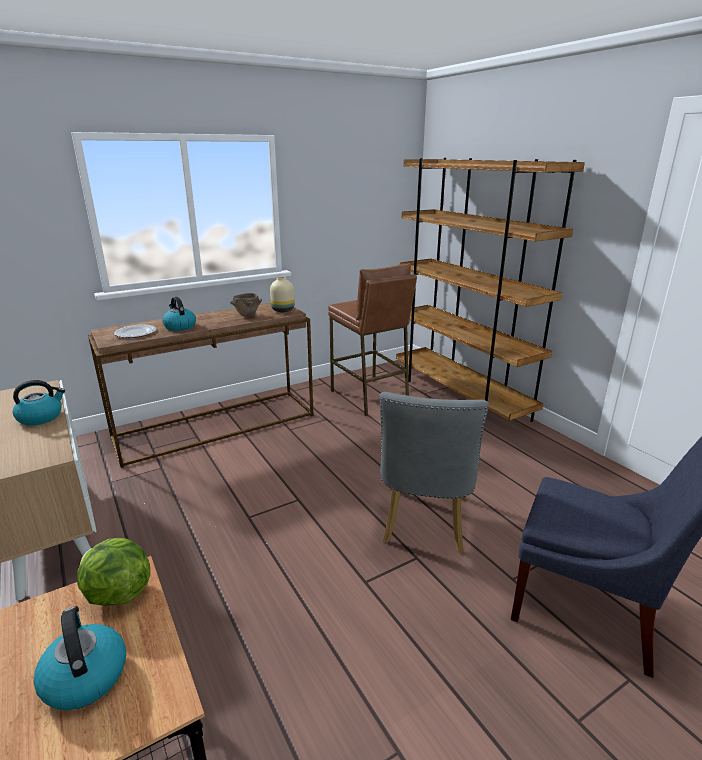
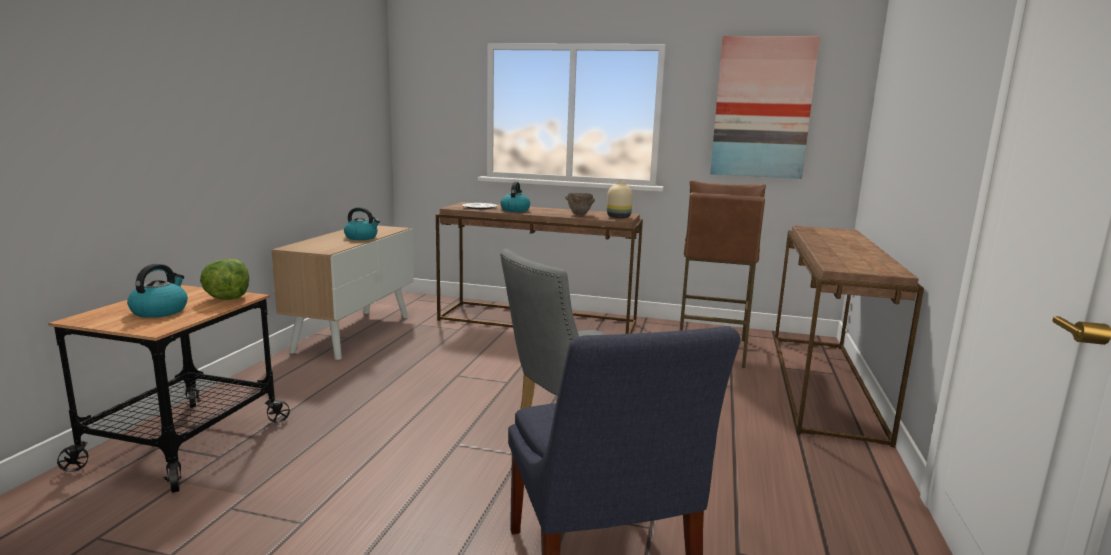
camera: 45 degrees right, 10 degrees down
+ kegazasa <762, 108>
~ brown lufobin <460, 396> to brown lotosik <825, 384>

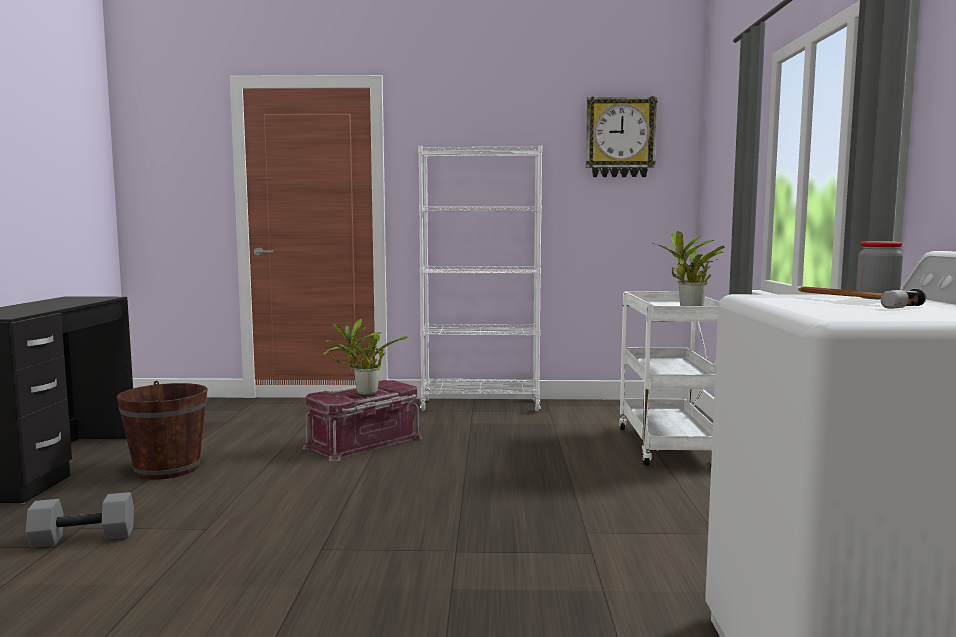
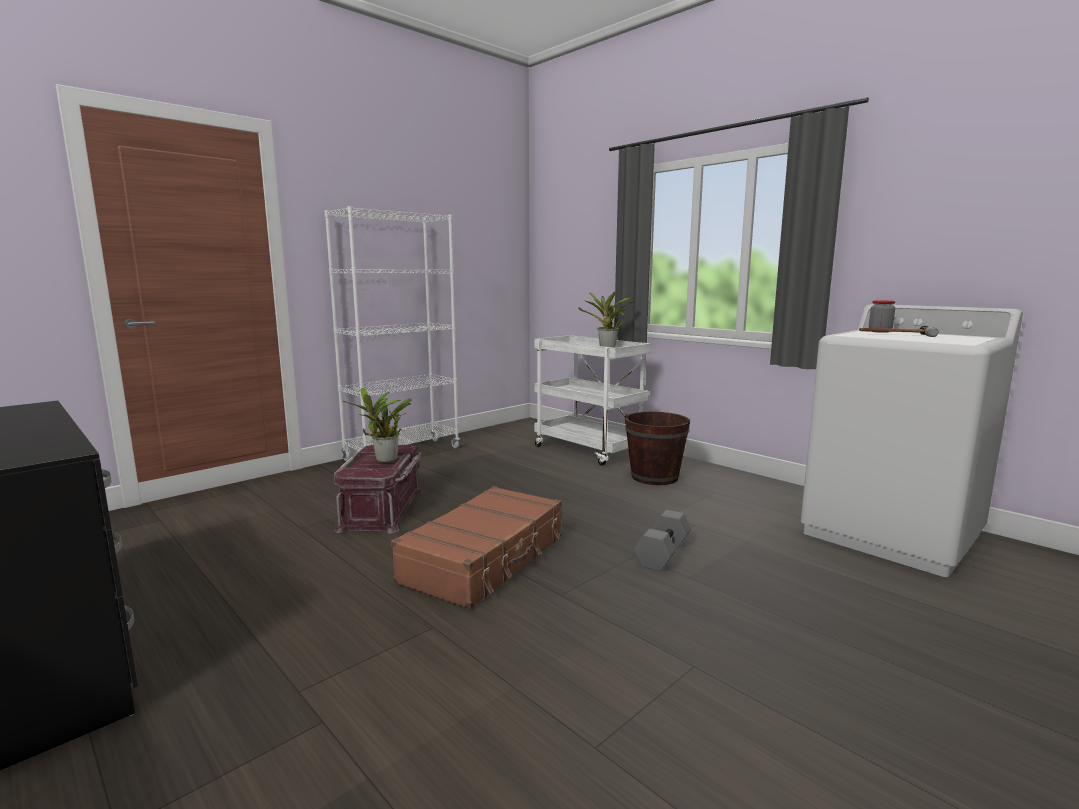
camera: 45 degrees left, 5 degrees up
- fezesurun <620, 138>
+ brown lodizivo <485, 559>
~ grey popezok <84, 537> to <662, 553>
~ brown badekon <167, 469> to <654, 477>

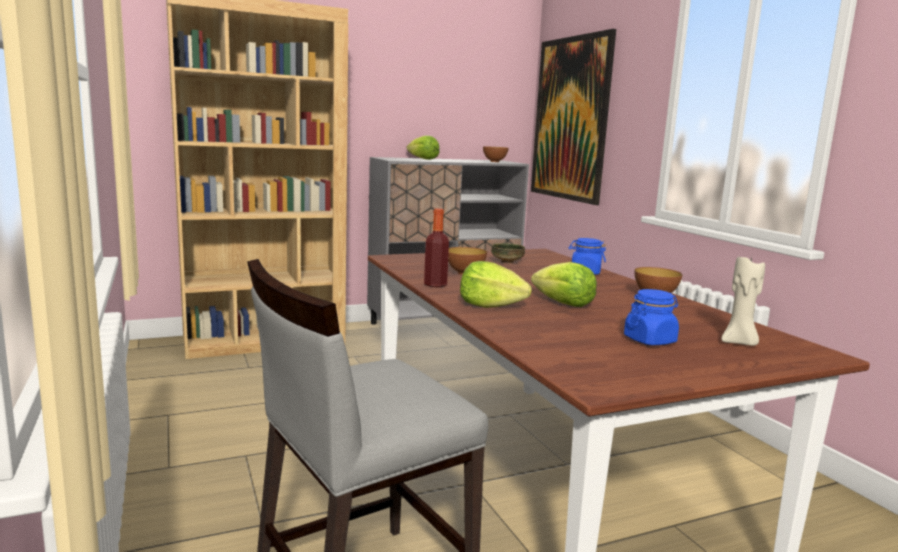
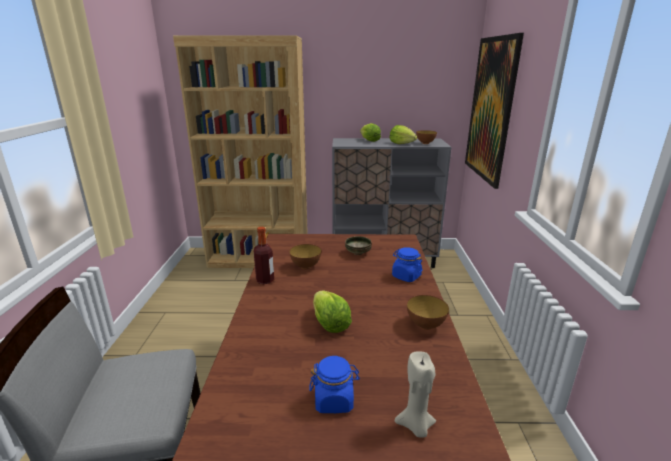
camera: 25 degrees right, 10 degrees up
~ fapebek <490, 305> to <401, 143>

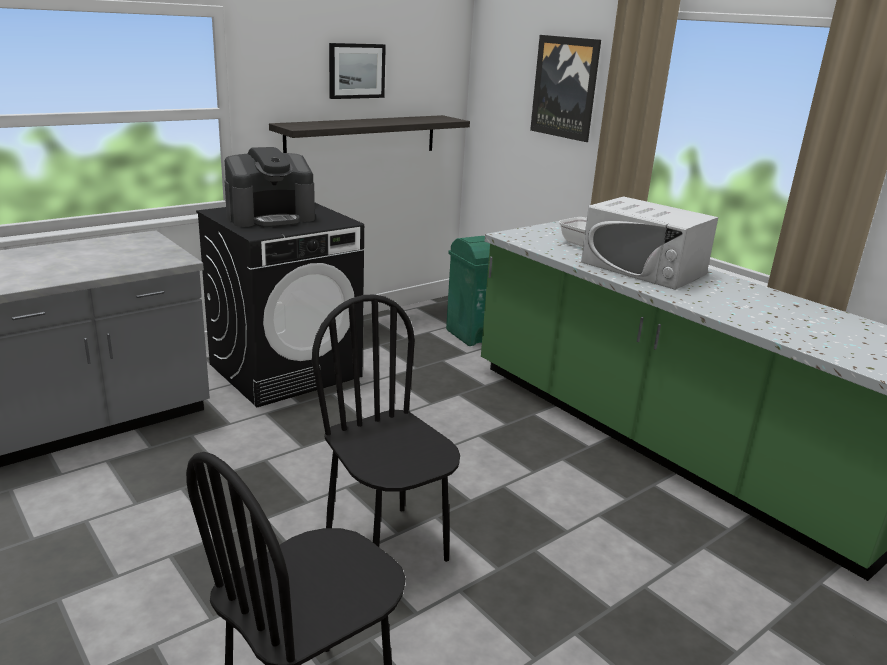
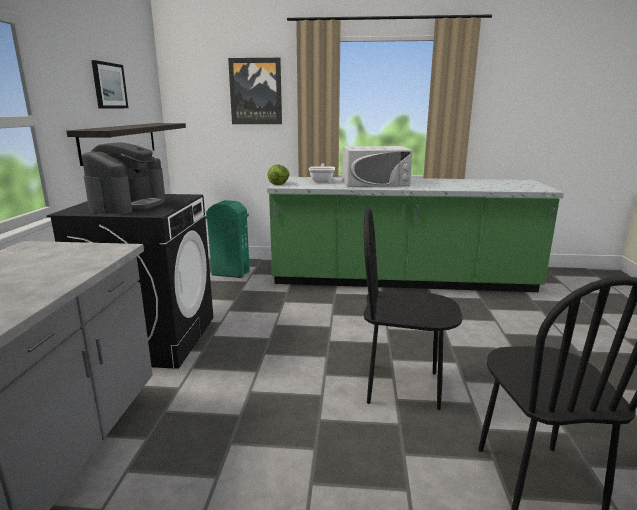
camera: 45 degrees left, 5 degrees down
+ fapebek <279, 184>

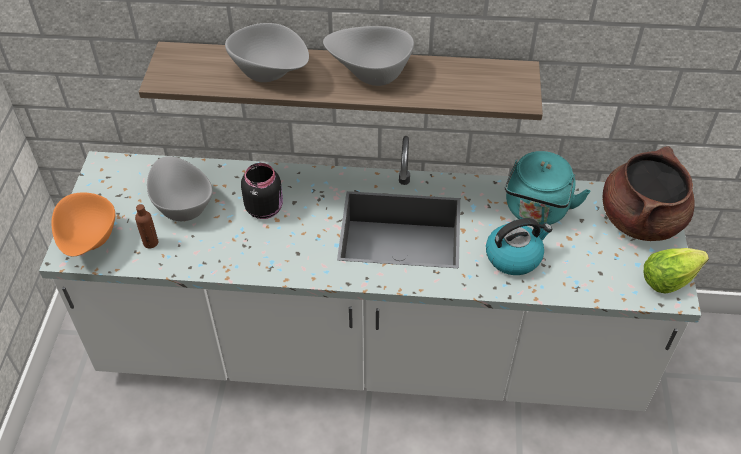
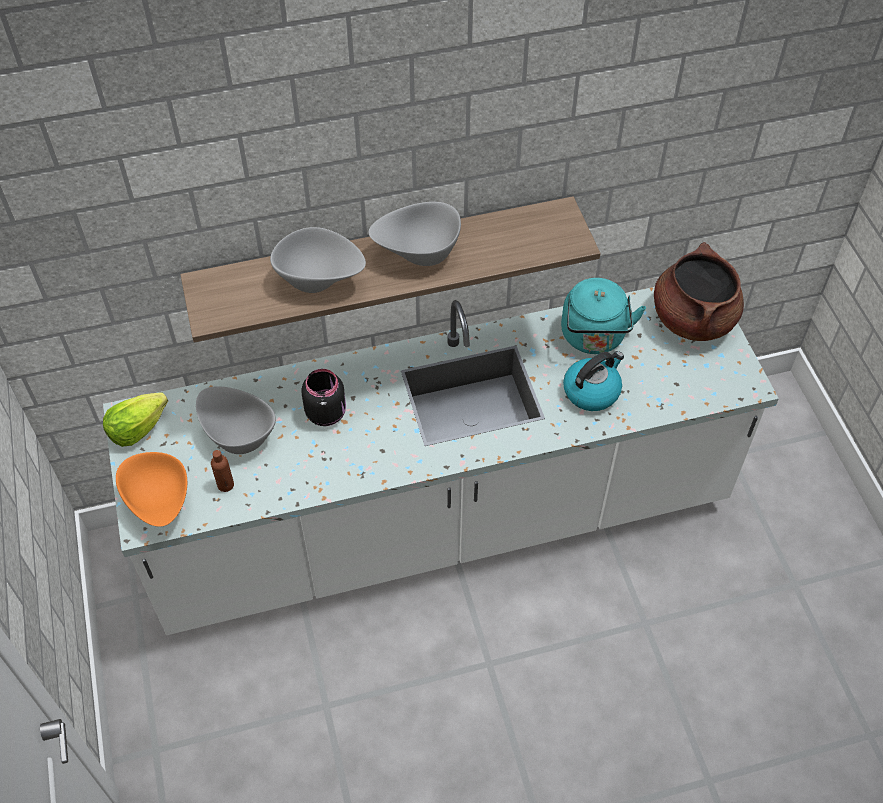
camera: 20 degrees left, 5 degrees up
~ fapebek <668, 279> to <137, 429>

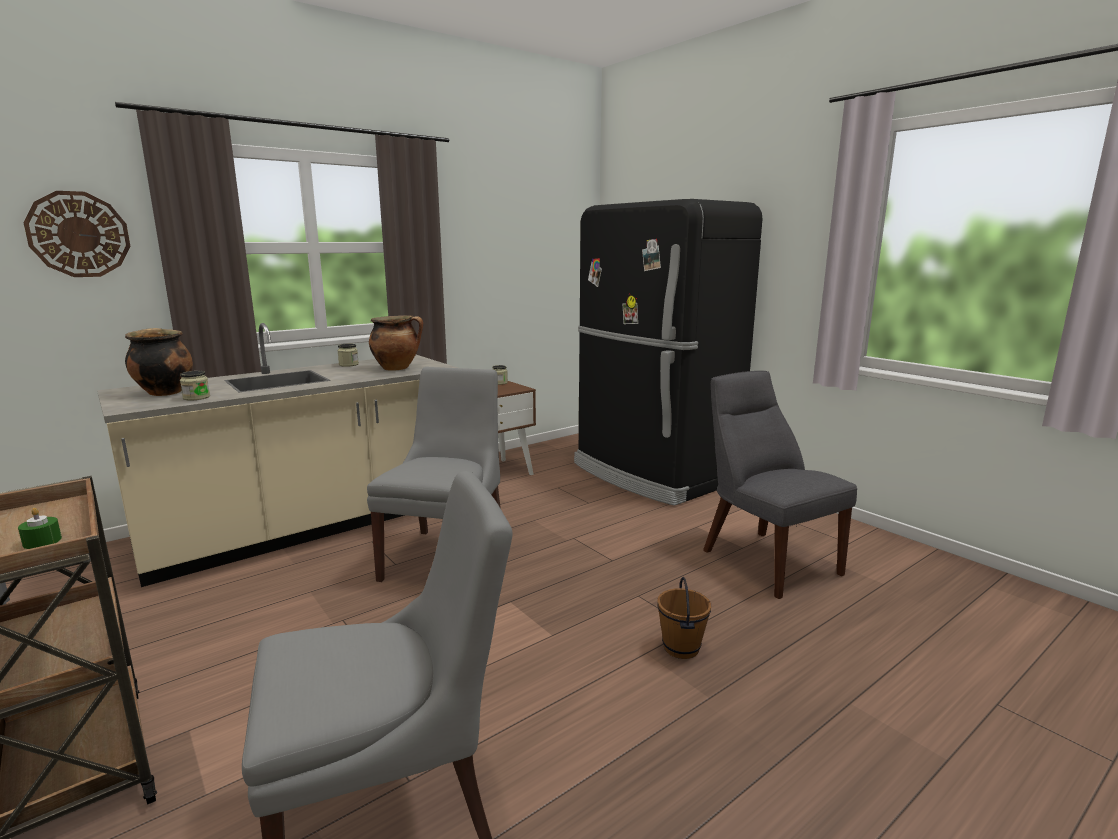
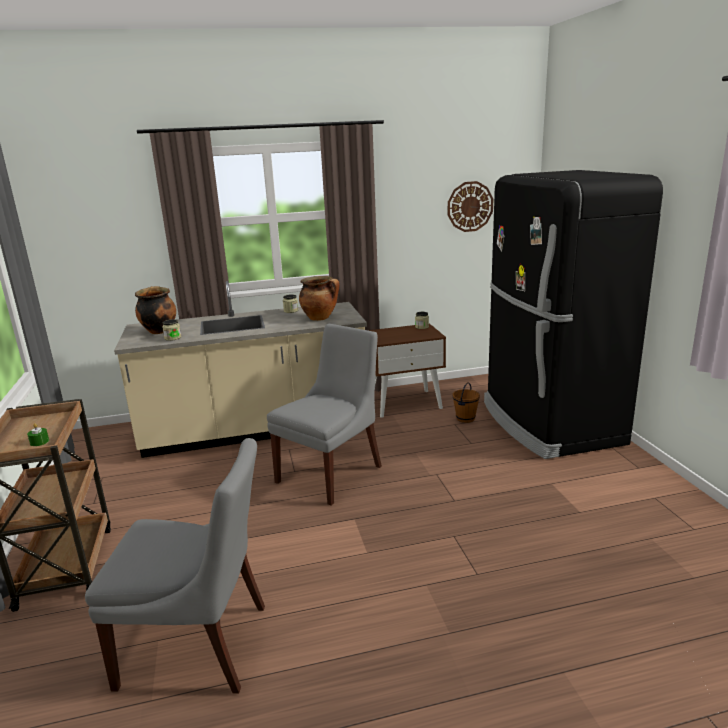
camera: 25 degrees right, 5 degrees up
- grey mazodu <765, 560>
~ fezesurun <79, 234> to <470, 206>
~ brown badekon <680, 648> to <465, 418>

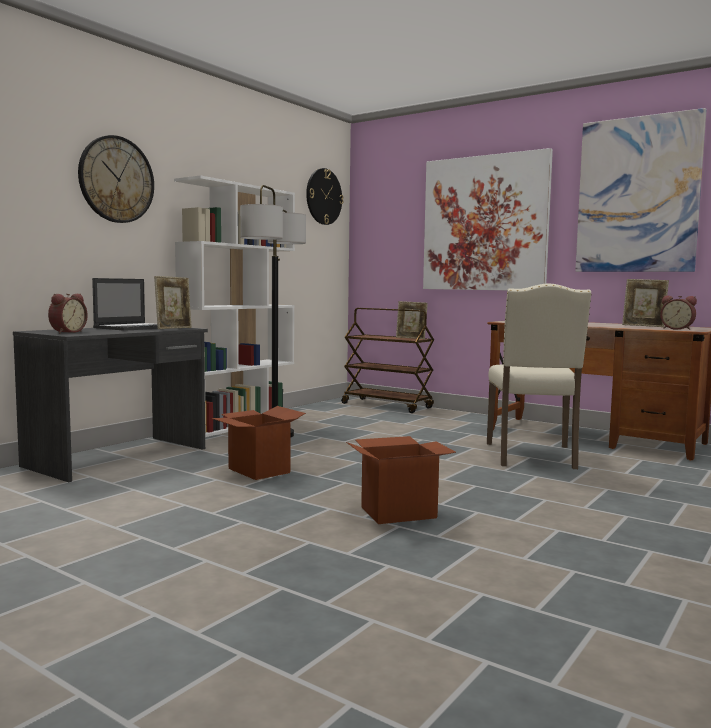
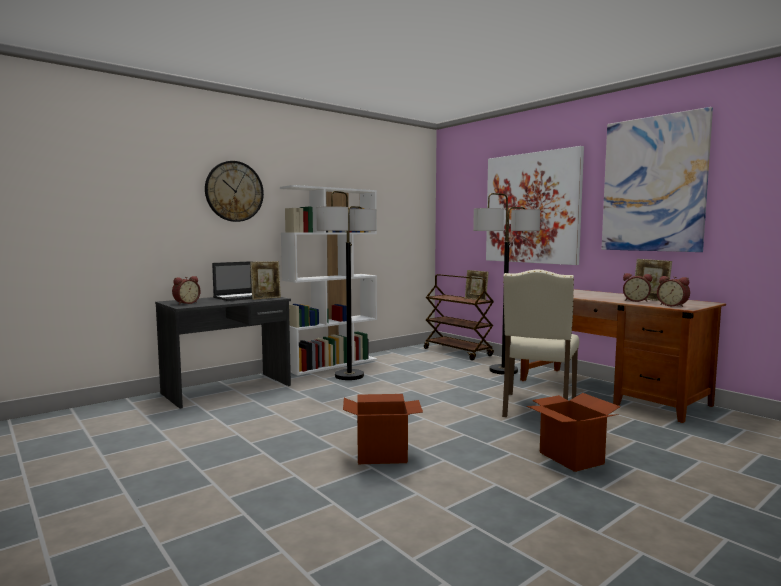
camera: 15 degrees right, 0 degrees up
- fezesurun <323, 196>
+ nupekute <503, 370>
+ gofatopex <636, 301>
~ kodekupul <258, 470> to <570, 458>

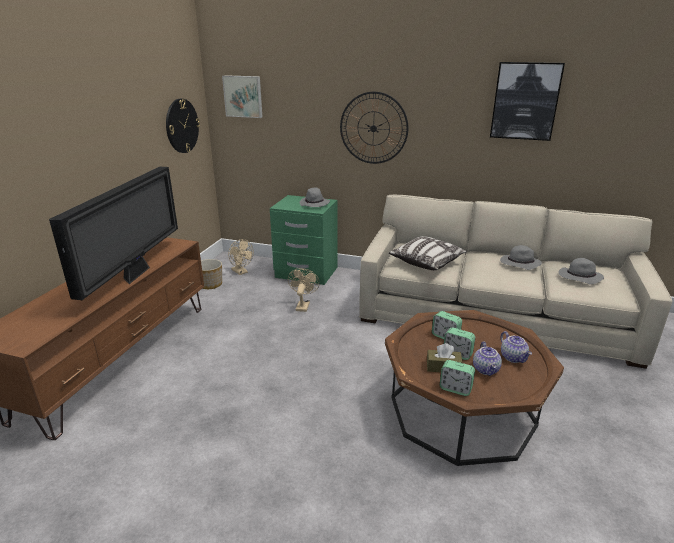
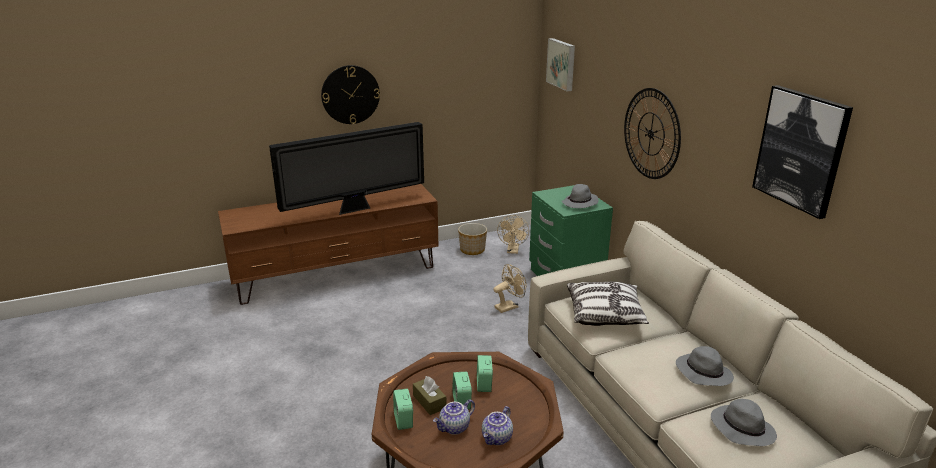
camera: 50 degrees right, 0 degrees up
~ fezesurun <182, 126> to <350, 94>

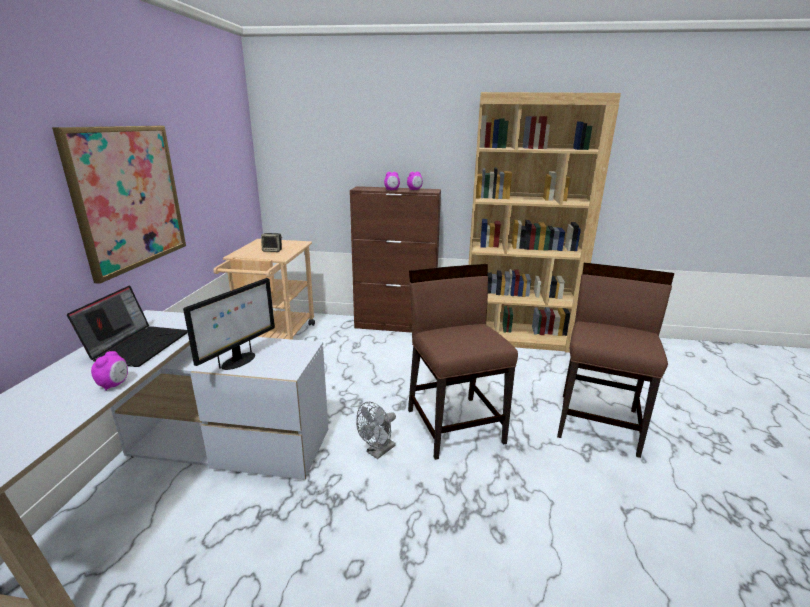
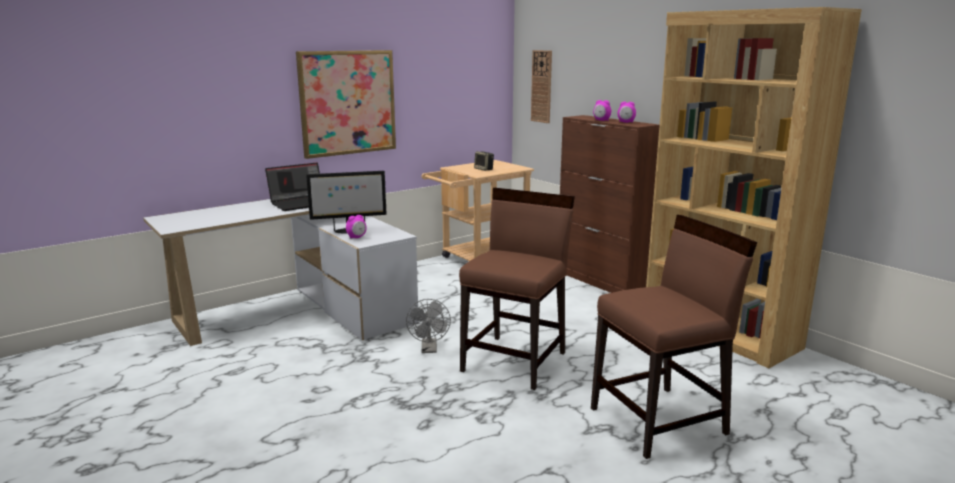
camera: 45 degrees right, 5 degrees down
+ fezesurun <541, 86>
~ gofatopex <114, 385> to <356, 237>
~ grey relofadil <378, 452> = <429, 349> 90 degrees counterclockwise

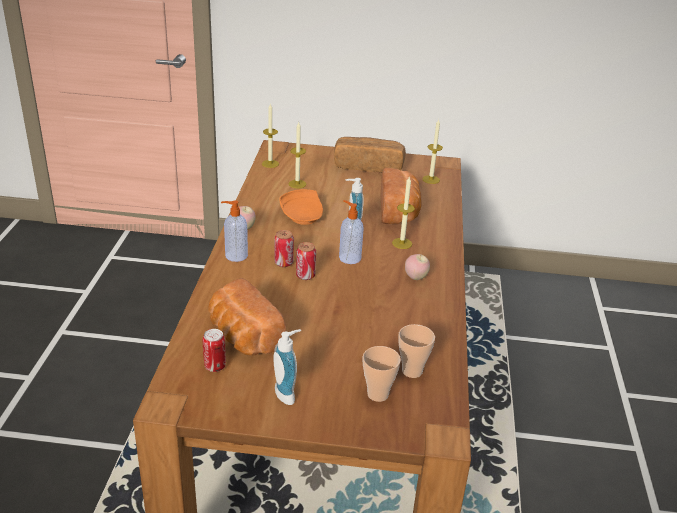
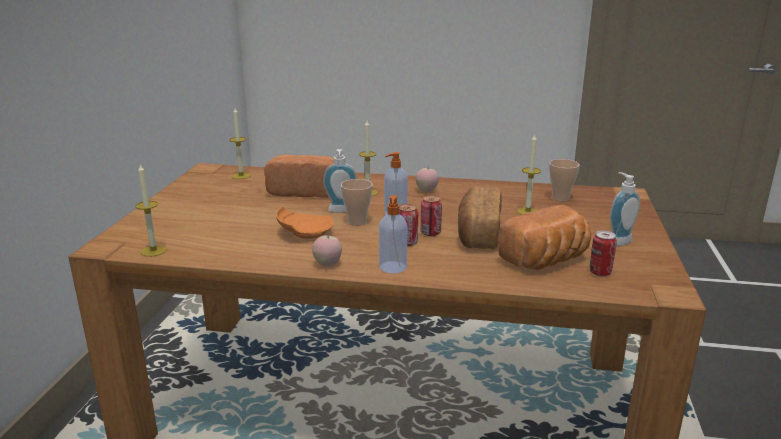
camera: 85 degrees left, 10 degrees down
~ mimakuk <297, 184> to <527, 211>
~ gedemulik <368, 166> to <478, 233>
~ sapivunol <378, 394> to <357, 222>

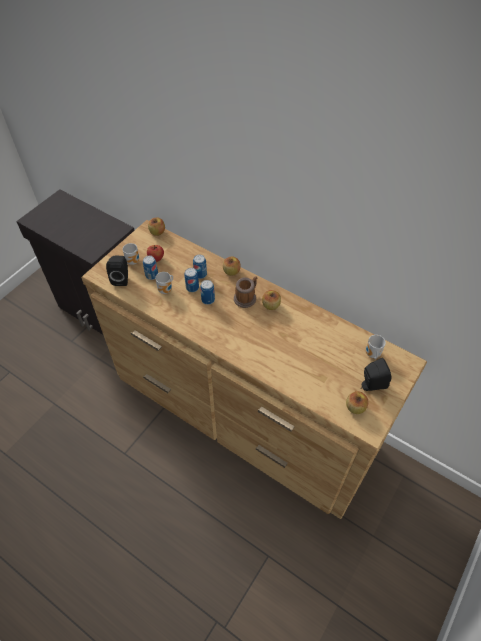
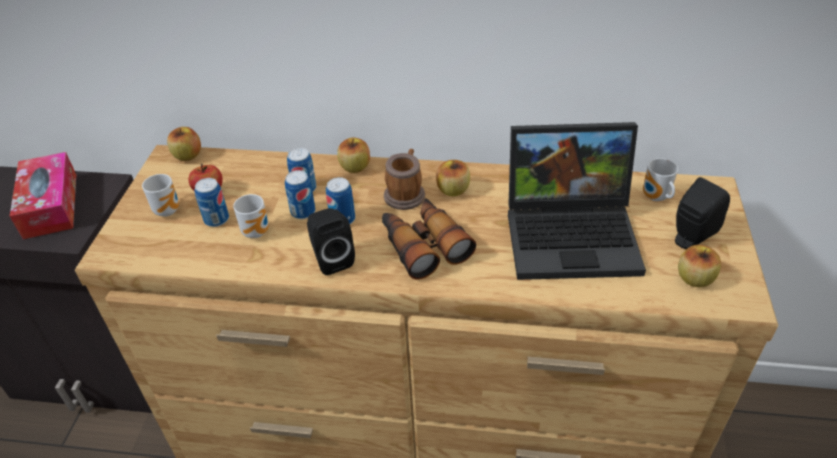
camera: 25 degrees left, 10 degrees down
+ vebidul <50, 205>
+ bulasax <423, 245>
+ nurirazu <574, 234>
~ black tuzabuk <121, 278> to <331, 259>

